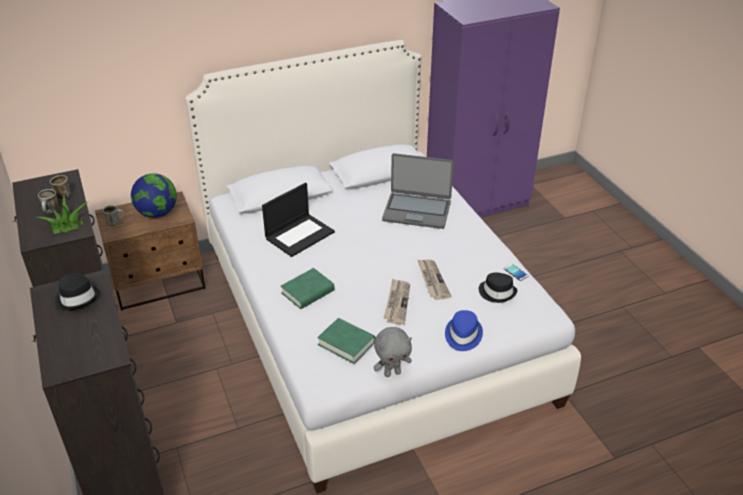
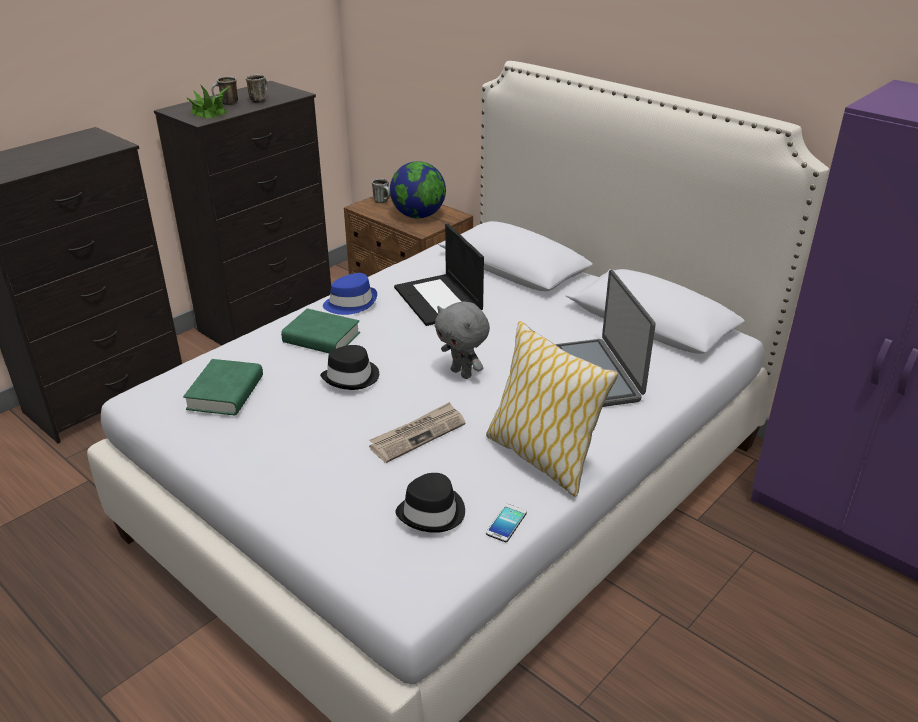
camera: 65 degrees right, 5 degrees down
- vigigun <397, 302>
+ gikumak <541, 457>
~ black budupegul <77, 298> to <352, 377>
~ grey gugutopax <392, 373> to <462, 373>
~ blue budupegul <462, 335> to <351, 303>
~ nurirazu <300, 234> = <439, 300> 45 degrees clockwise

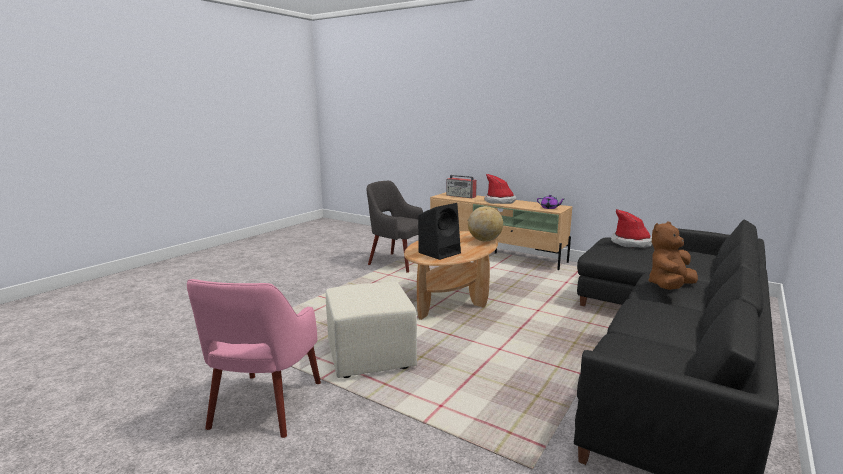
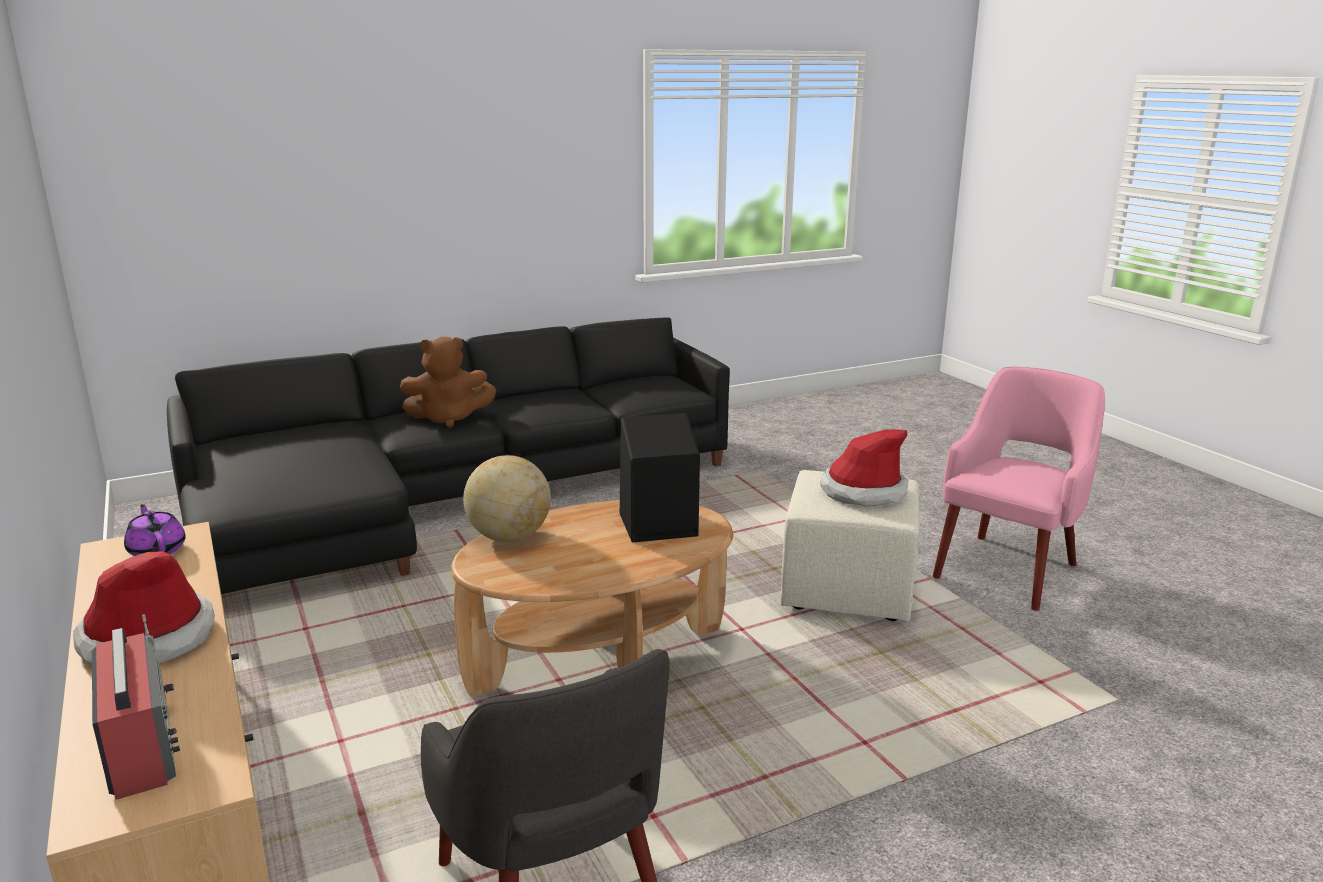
camera: 150 degrees left, 5 degrees up
~ budupegul <631, 243> to <863, 491>

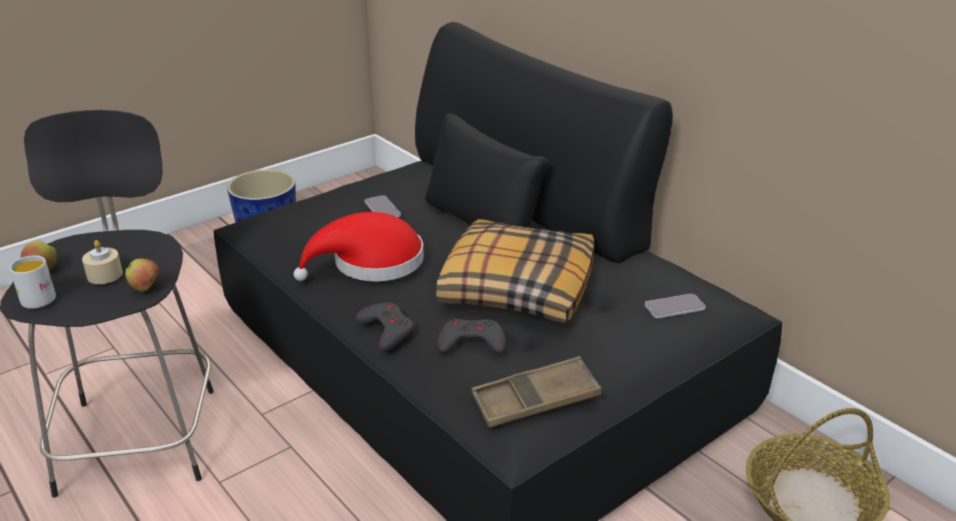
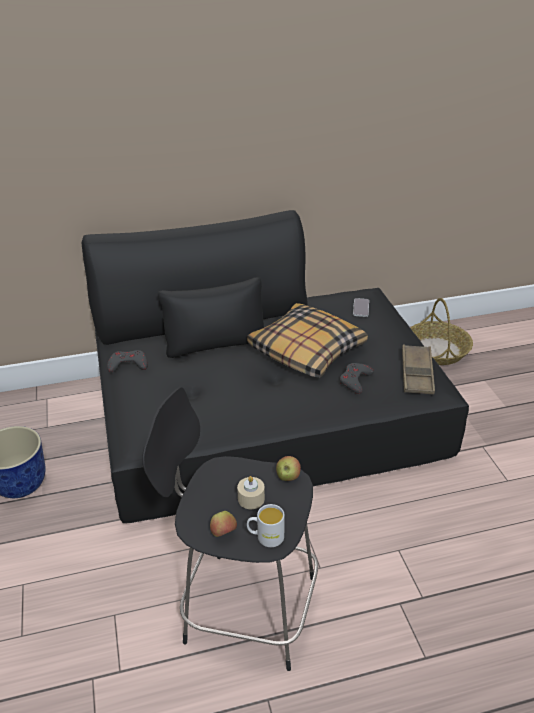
camera: 65 degrees left, 5 degrees up
- red budupegul <371, 263>
- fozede <382, 209>
~ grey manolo <386, 330> to <128, 364>

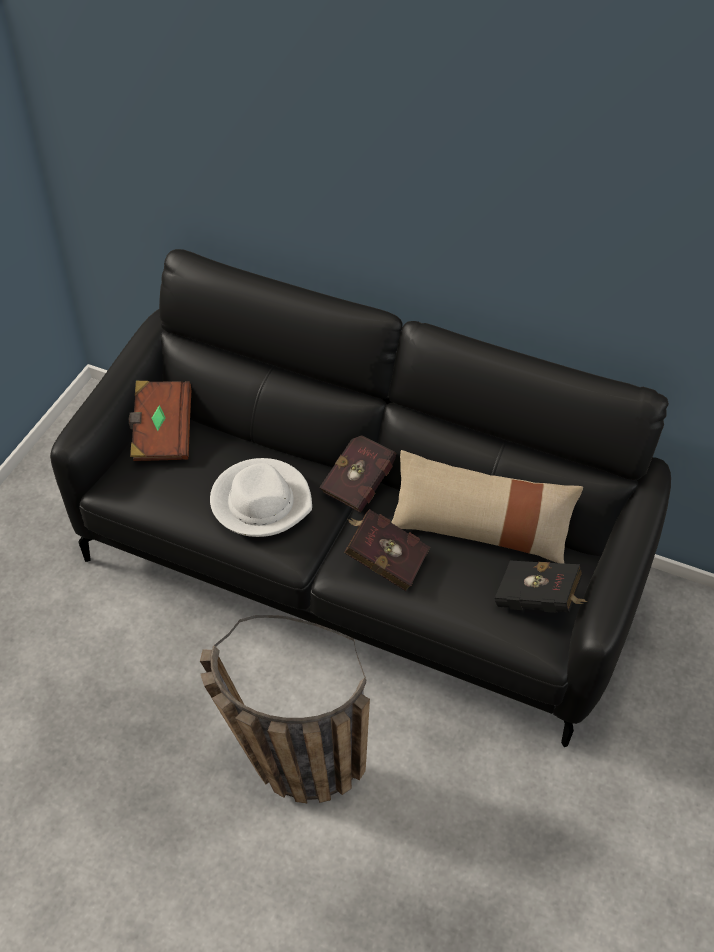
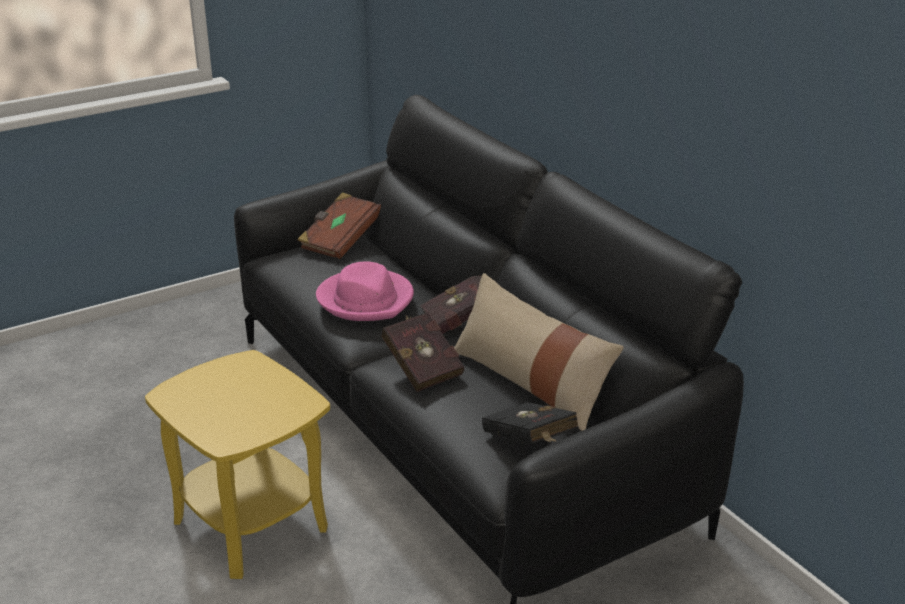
camera: 35 degrees right, 20 degrees down
~ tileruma <283, 761> to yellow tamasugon <252, 524>
~ white budupegul <261, 501> to pink budupegul <366, 299>

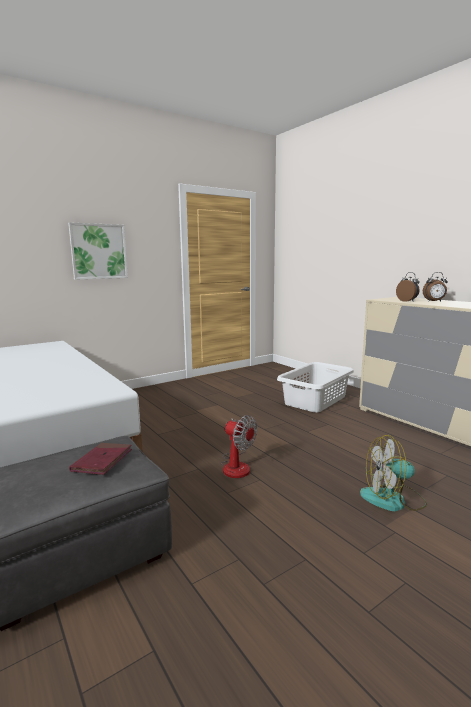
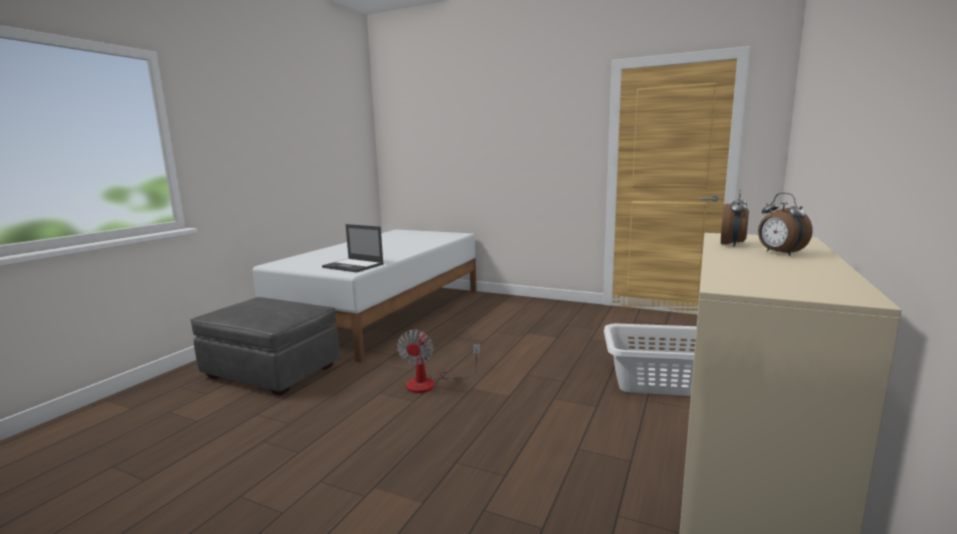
camera: 60 degrees right, 0 degrees up
- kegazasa <98, 251>
- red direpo <102, 461>
- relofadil <393, 499>
+ nurirazu <354, 266>

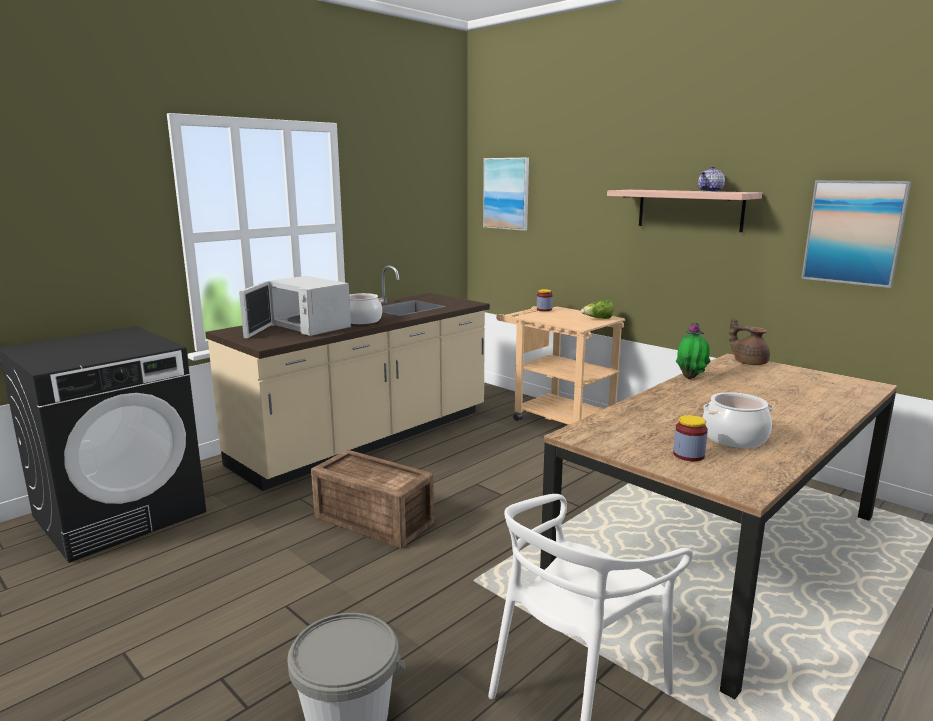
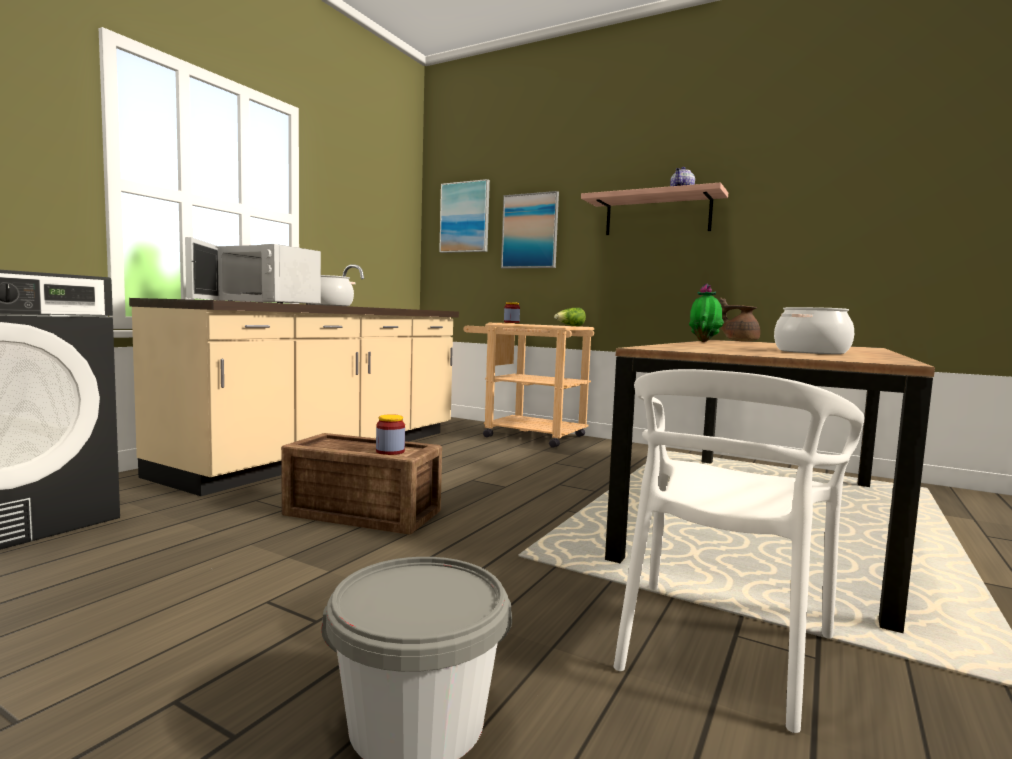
camera: 15 degrees left, 10 degrees down
~ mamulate <688, 455> to <390, 451>
~ kegazasa <854, 232> to <530, 231>

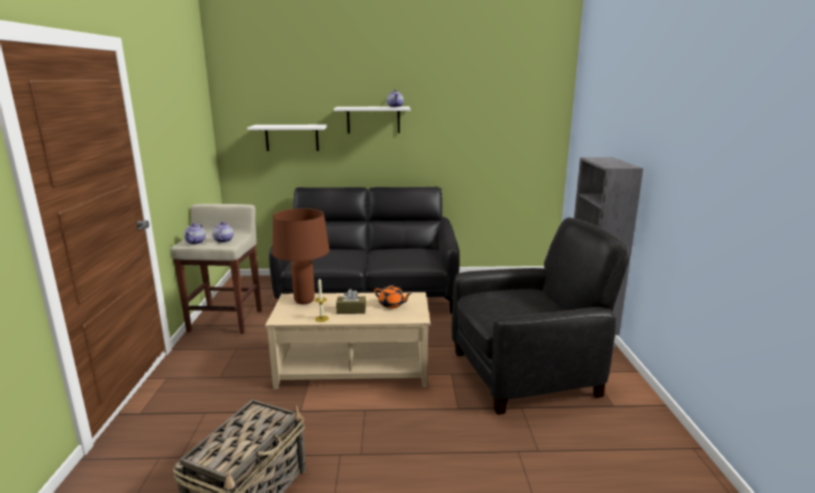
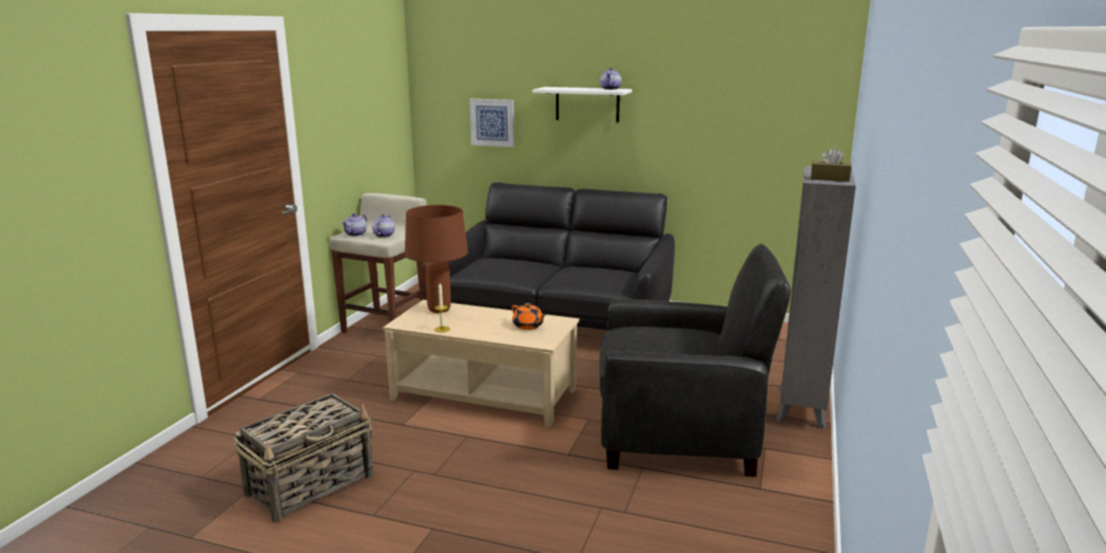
camera: 20 degrees right, 0 degrees up
~ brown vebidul <351, 310> to <829, 179>
~ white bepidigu <292, 137> to kegazasa <492, 122>

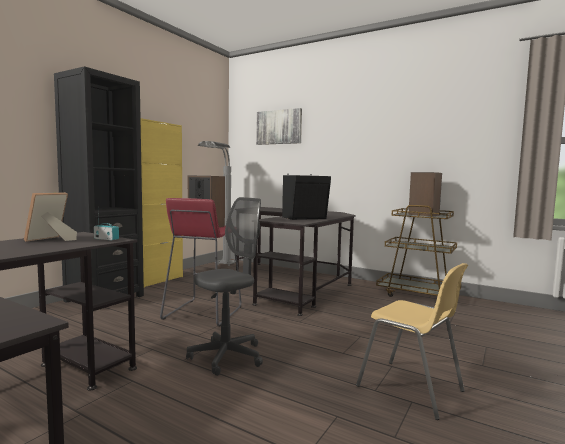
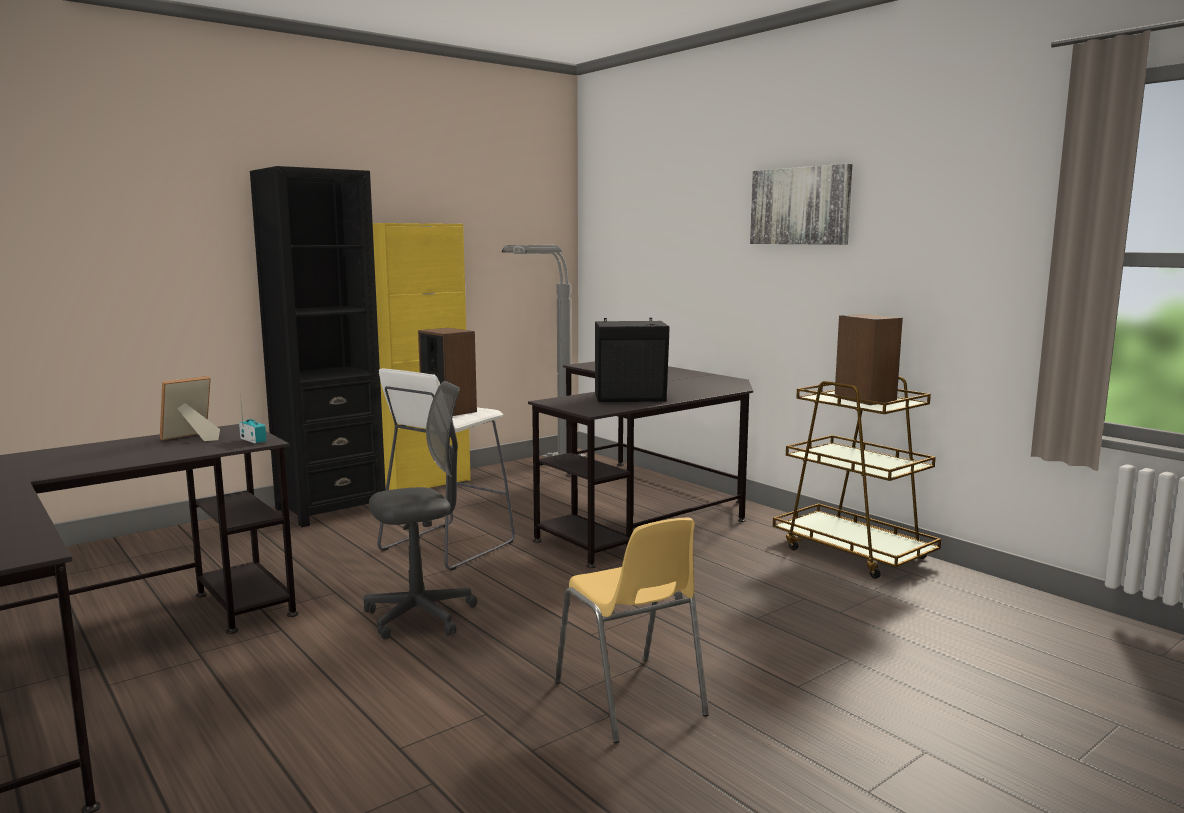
camera: 20 degrees right, 5 degrees up
~ kegazasa <279, 127> to <800, 206>
~ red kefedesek <202, 313> to white kefedesek <446, 546>

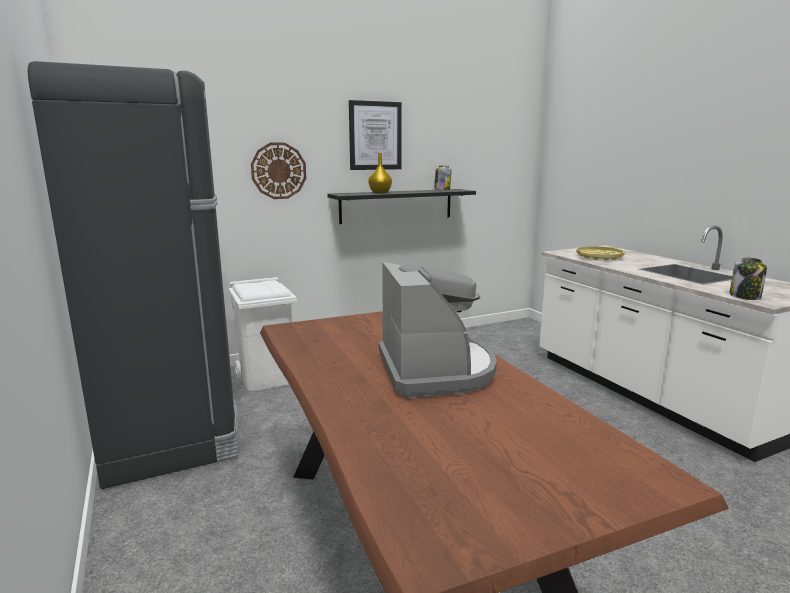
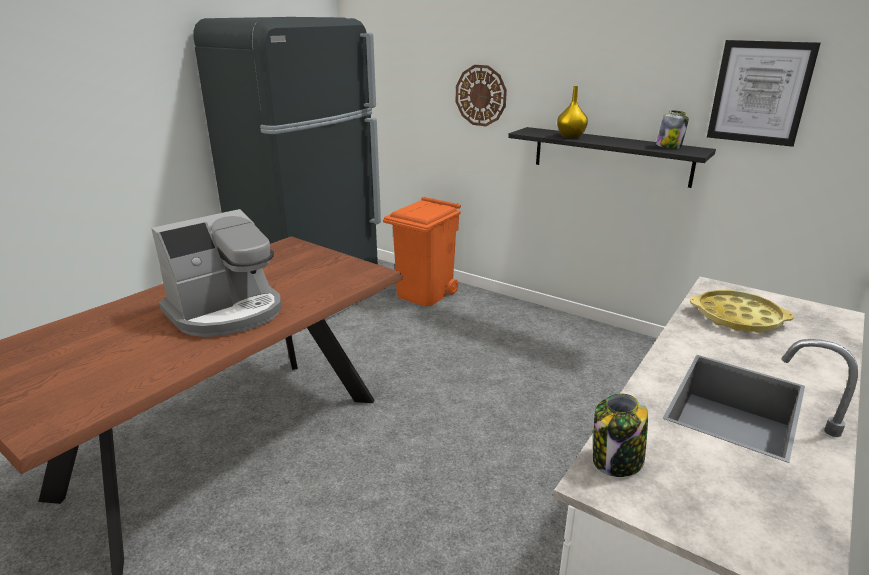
camera: 60 degrees right, 10 degrees up
~ kegazasa <375, 136> to <760, 92>
~ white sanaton <267, 378> to orange sanaton <424, 293>

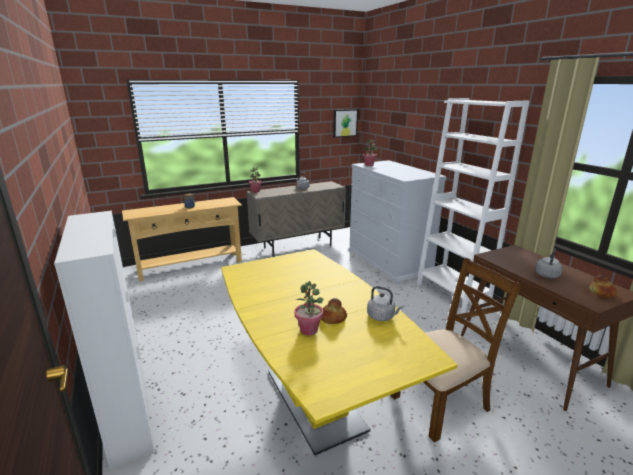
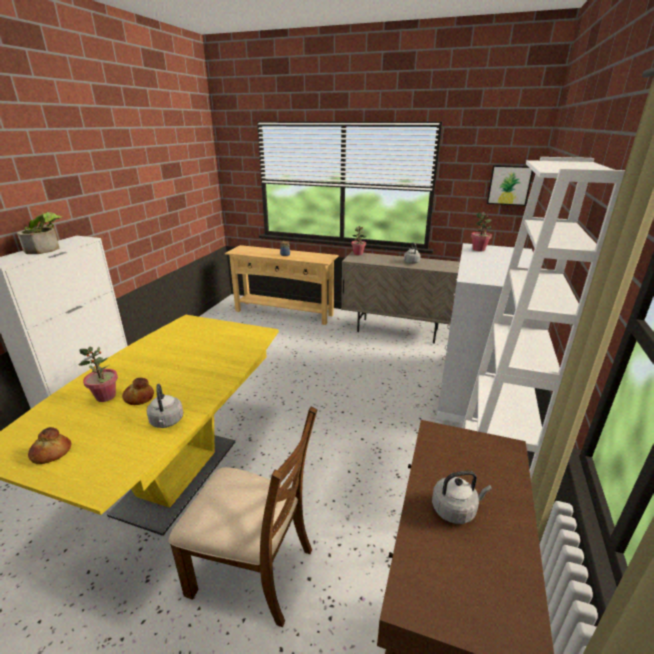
camera: 45 degrees right, 5 degrees up
+ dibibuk <47, 249>
~ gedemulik <602, 292> to <51, 453>

